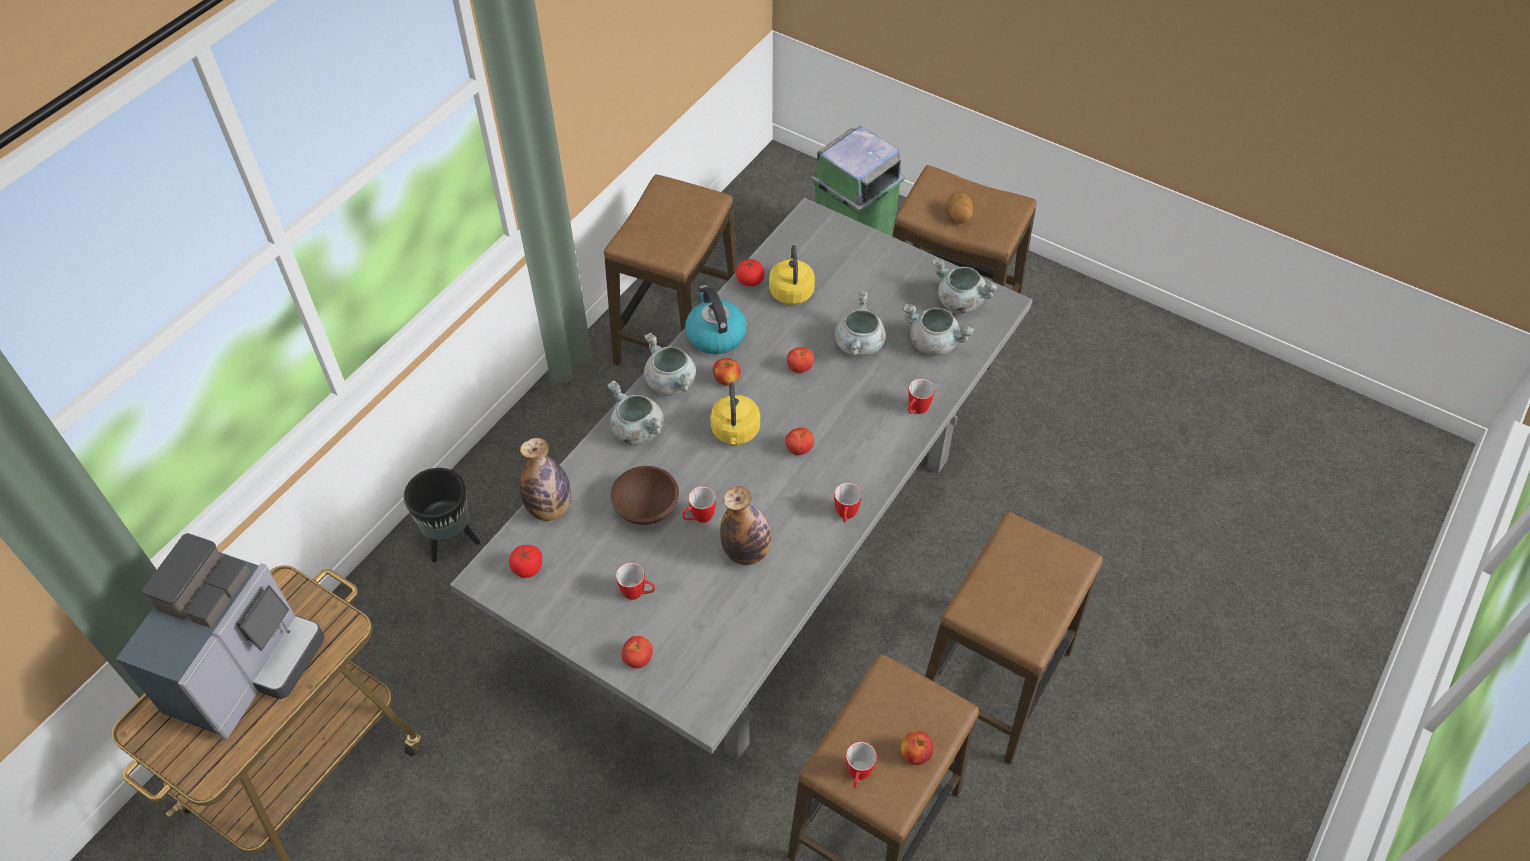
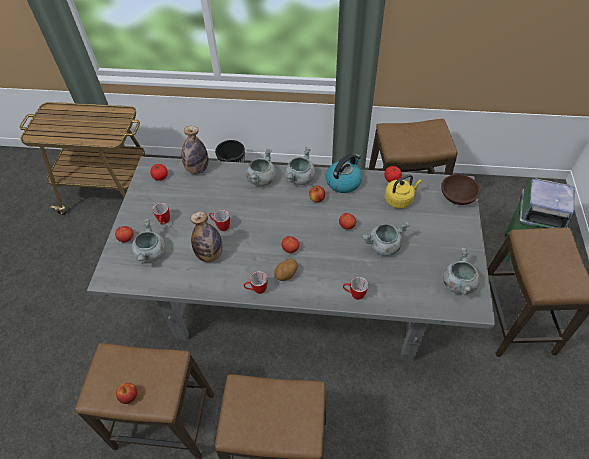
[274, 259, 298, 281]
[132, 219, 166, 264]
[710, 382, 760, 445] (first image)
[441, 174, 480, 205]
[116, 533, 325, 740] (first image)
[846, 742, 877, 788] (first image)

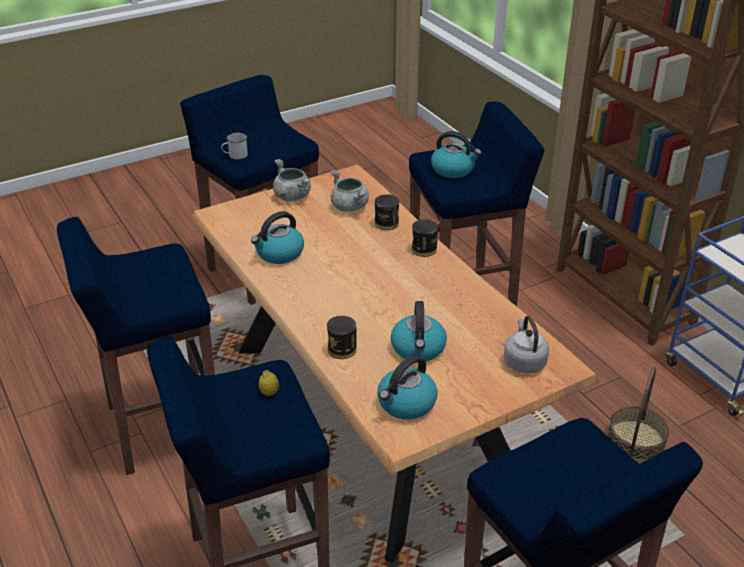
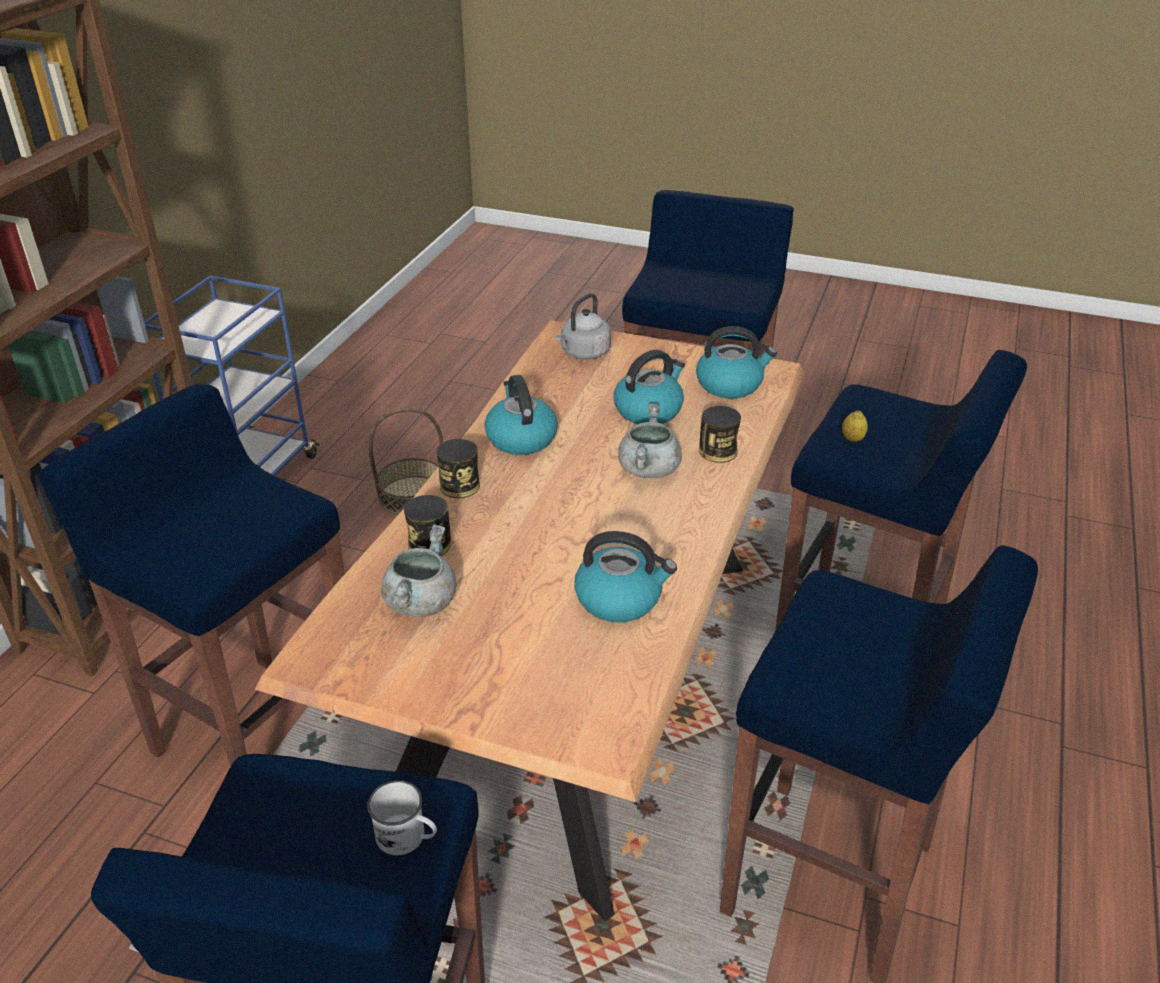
[485, 375, 558, 455]
[618, 403, 682, 478]

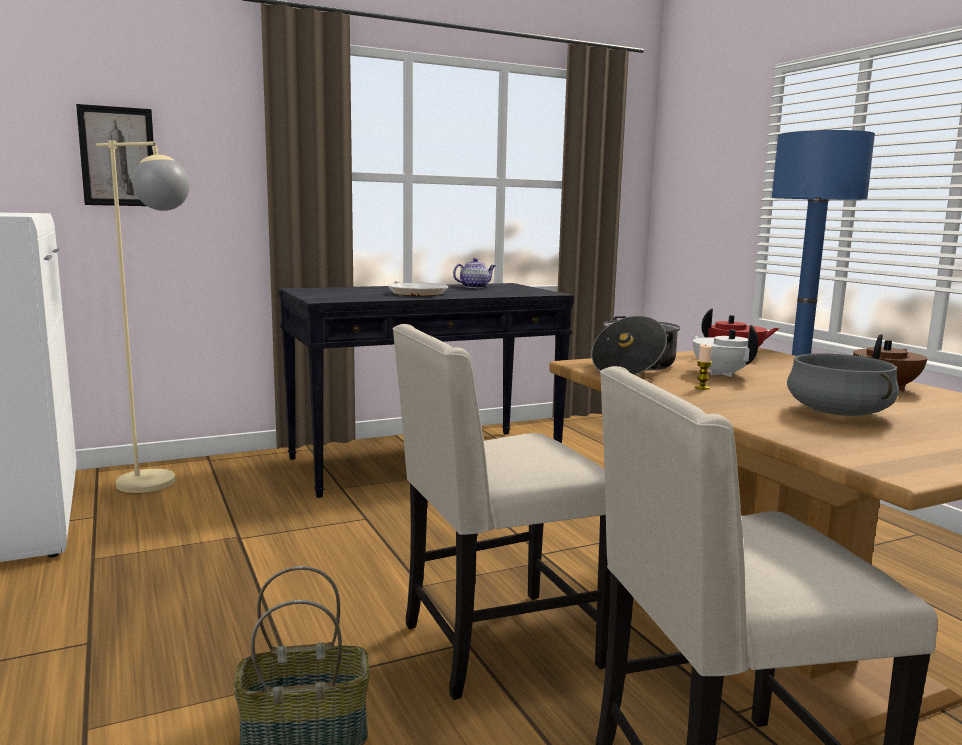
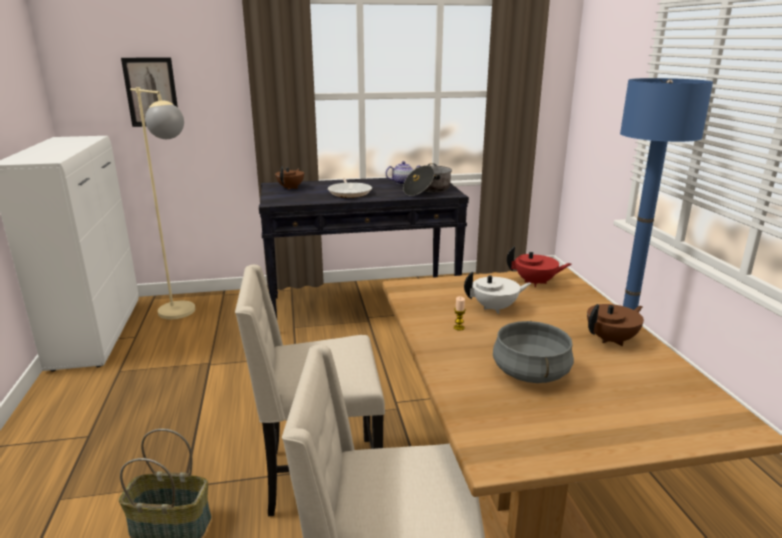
[403, 163, 452, 196]
[464, 271, 531, 314]
[275, 166, 304, 190]

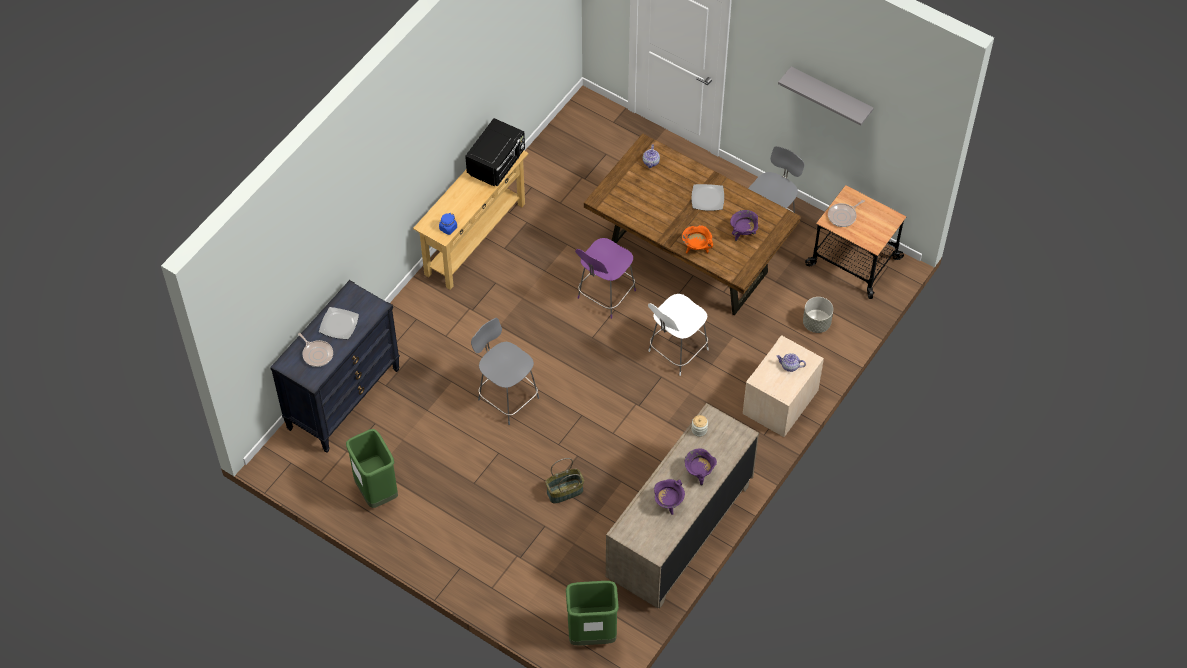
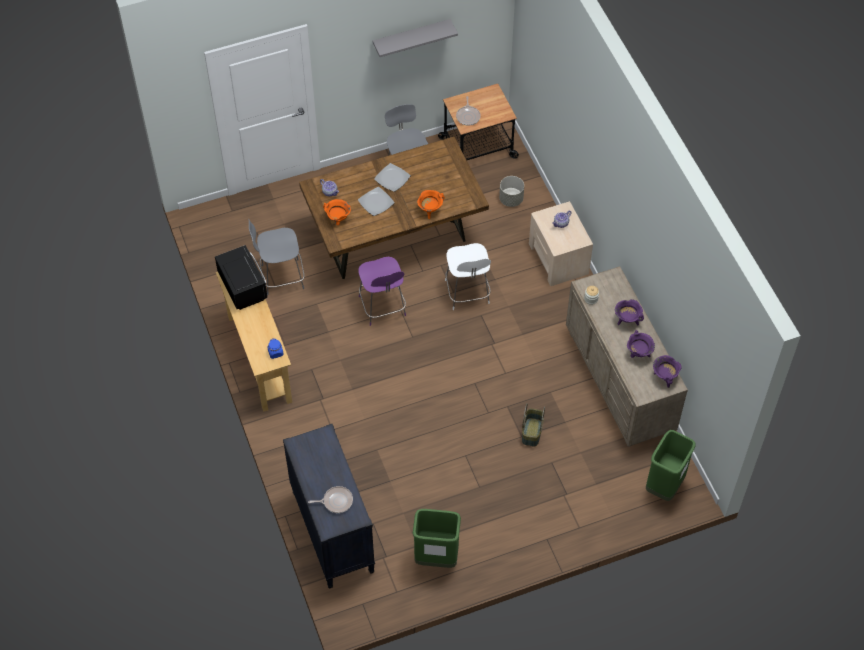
[653, 355, 682, 388]
[358, 187, 395, 216]
[249, 220, 305, 295]
[323, 199, 351, 225]

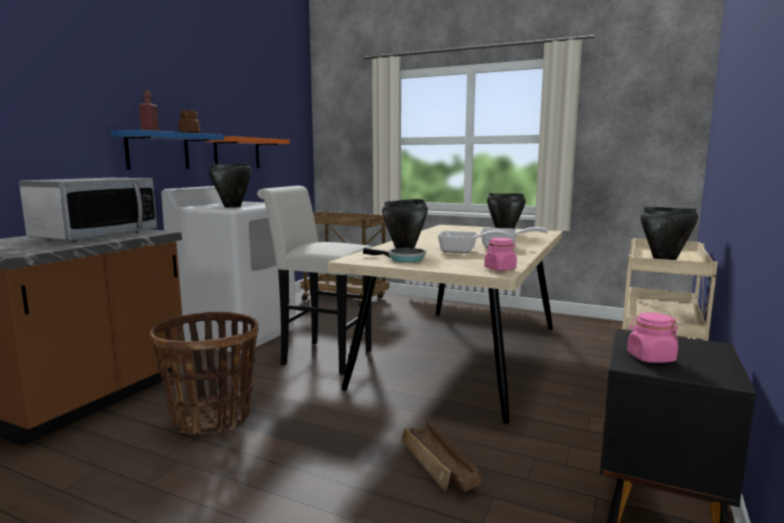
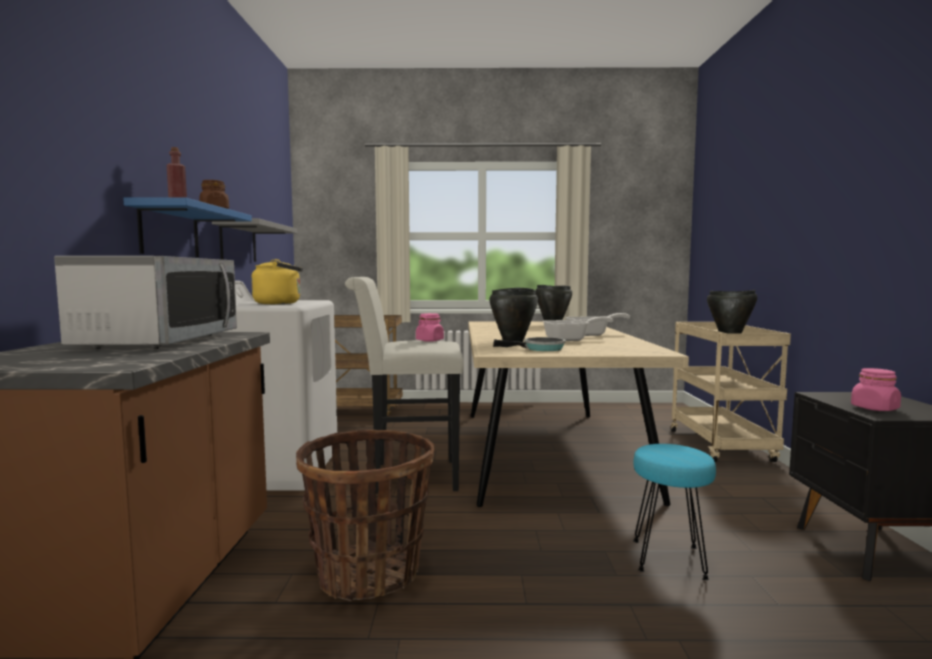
[212, 218, 297, 262]
[251, 259, 303, 304]
[416, 313, 444, 342]
[633, 444, 716, 580]

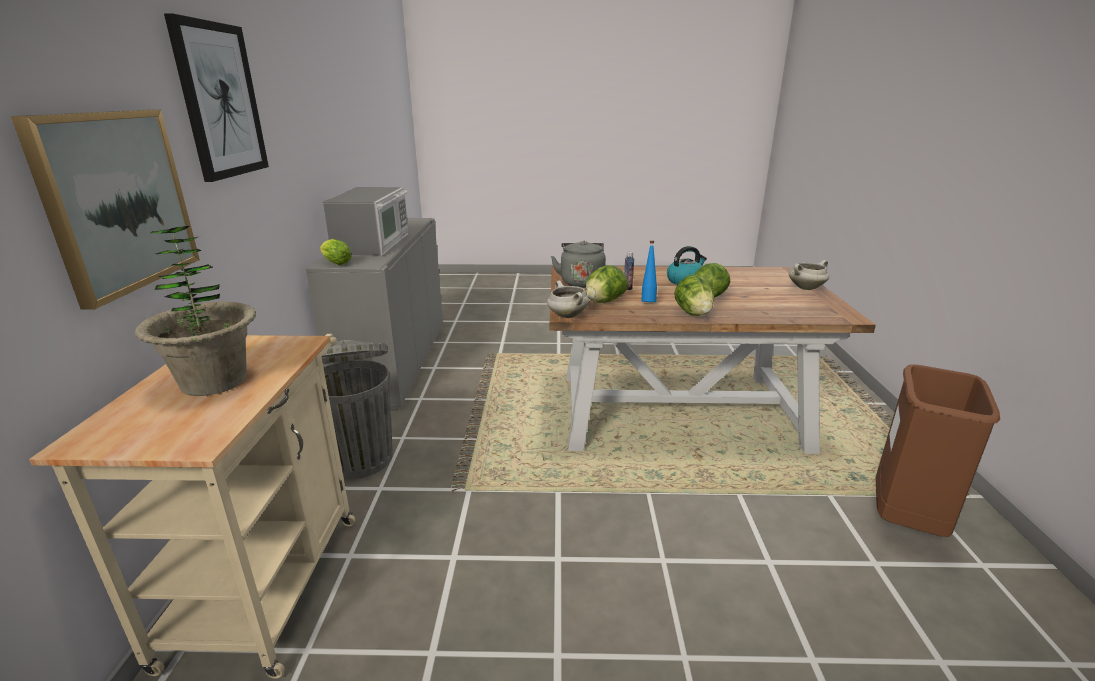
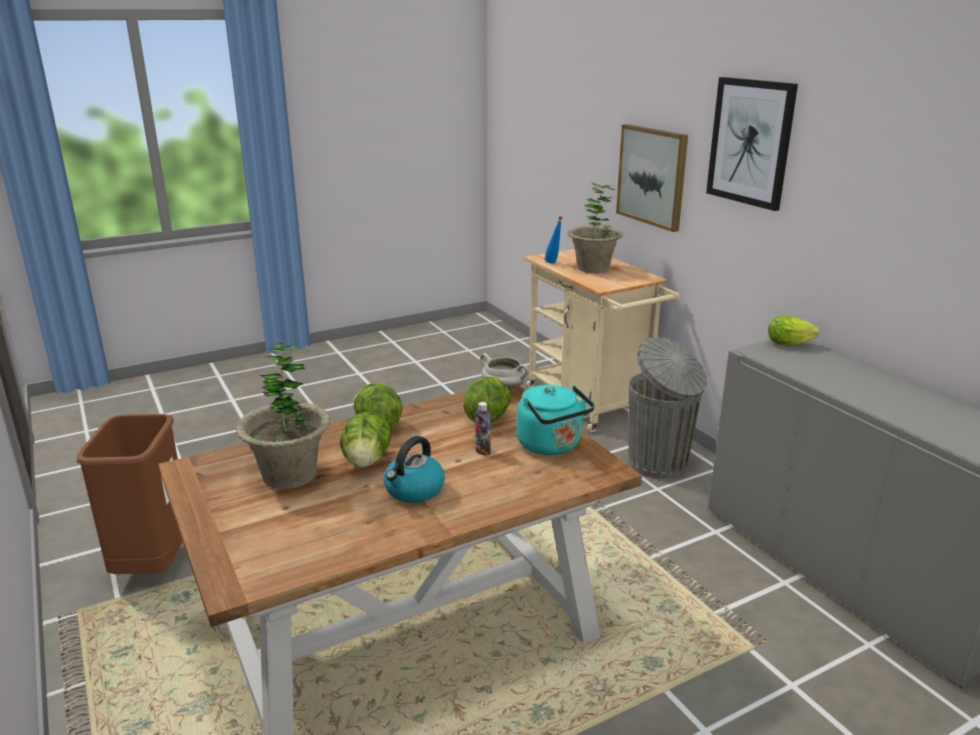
[323, 187, 408, 255] (first image)
[516, 385, 595, 455]
[544, 216, 563, 263]
[789, 260, 829, 290] (first image)
[236, 343, 330, 489]

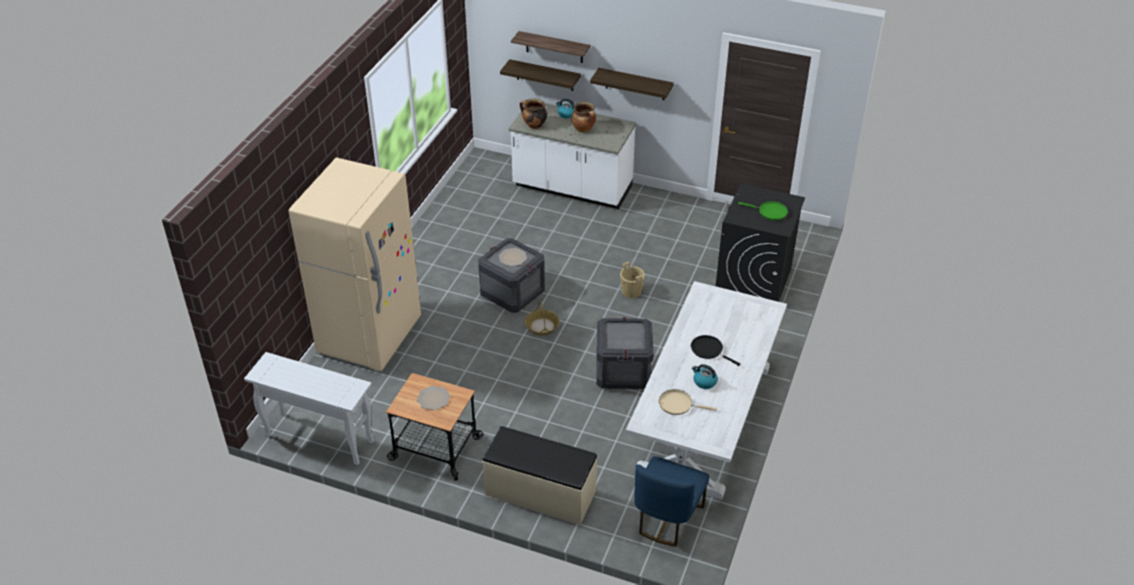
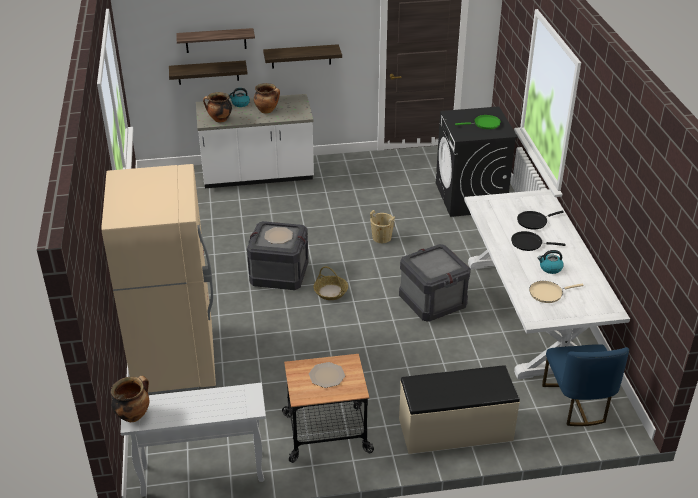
[517, 211, 564, 229]
[111, 376, 149, 422]

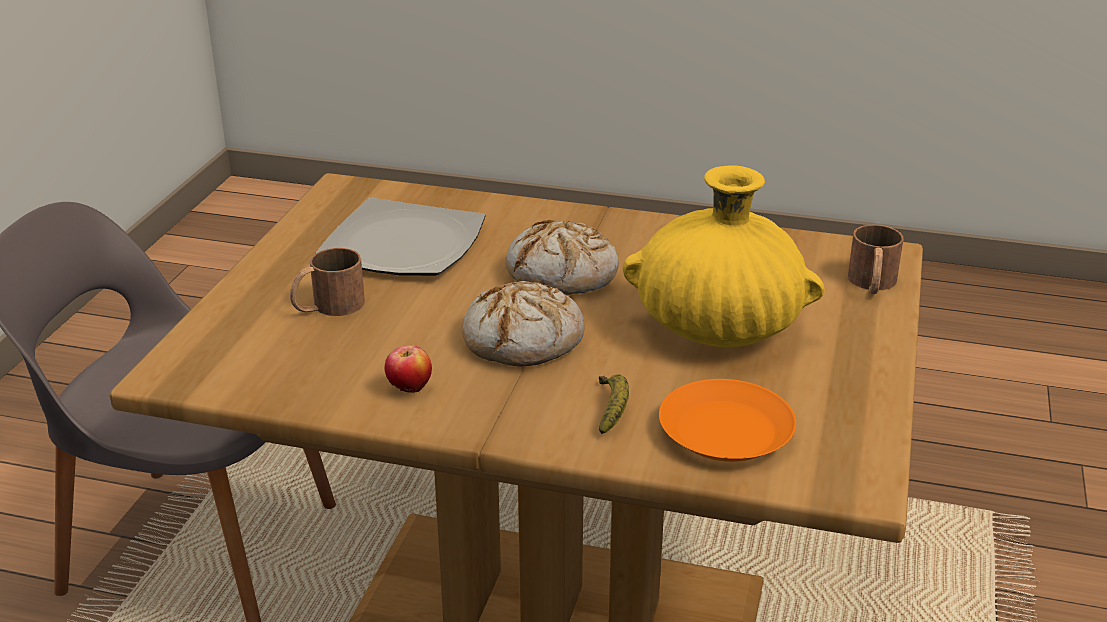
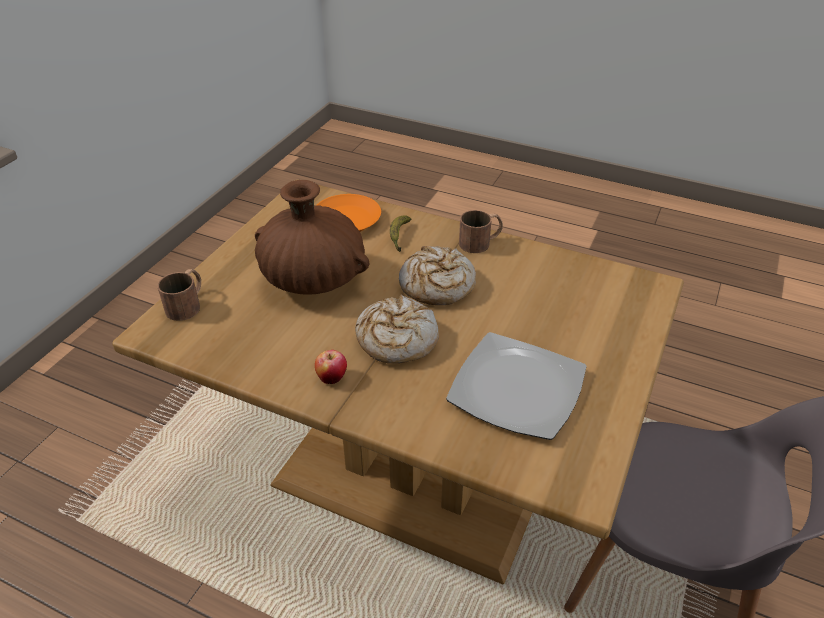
[255, 180, 370, 295]
[459, 210, 503, 253]
[315, 350, 347, 384]

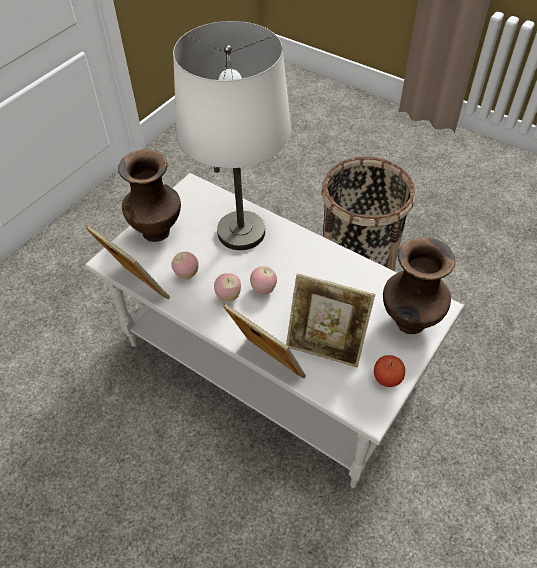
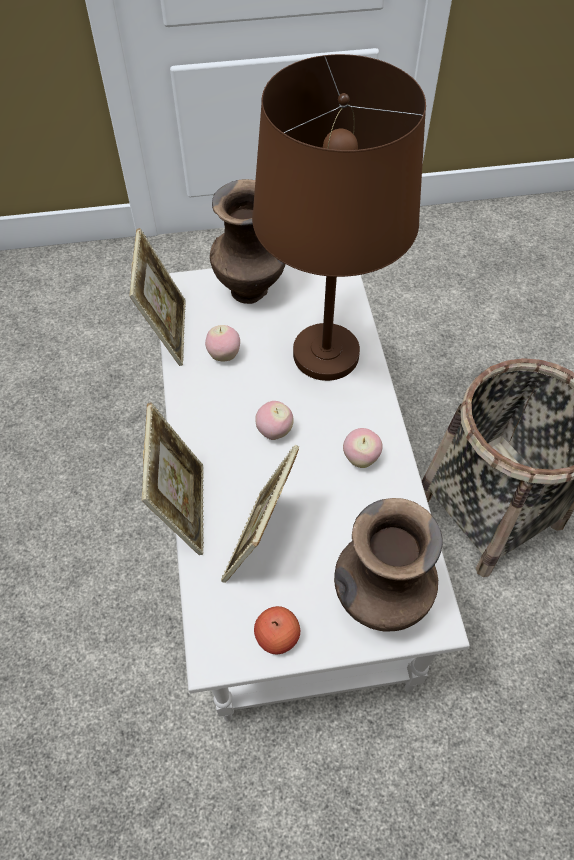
[252, 54, 426, 381]
[343, 428, 383, 468]
[221, 444, 299, 583]

